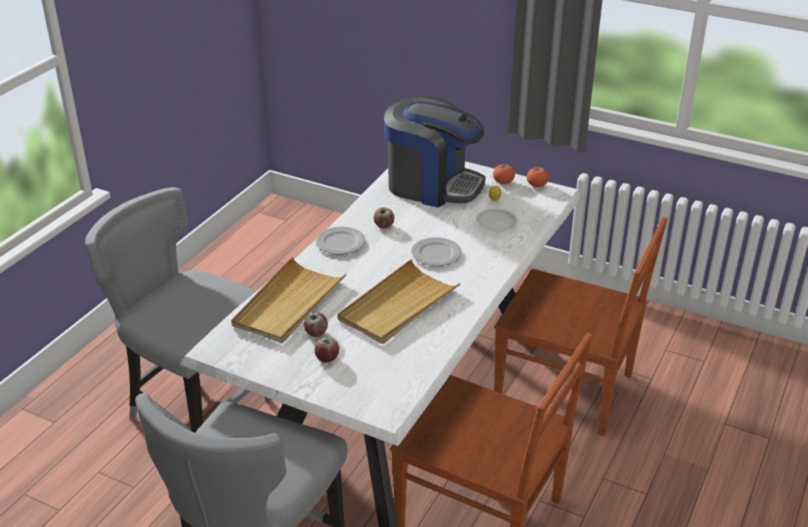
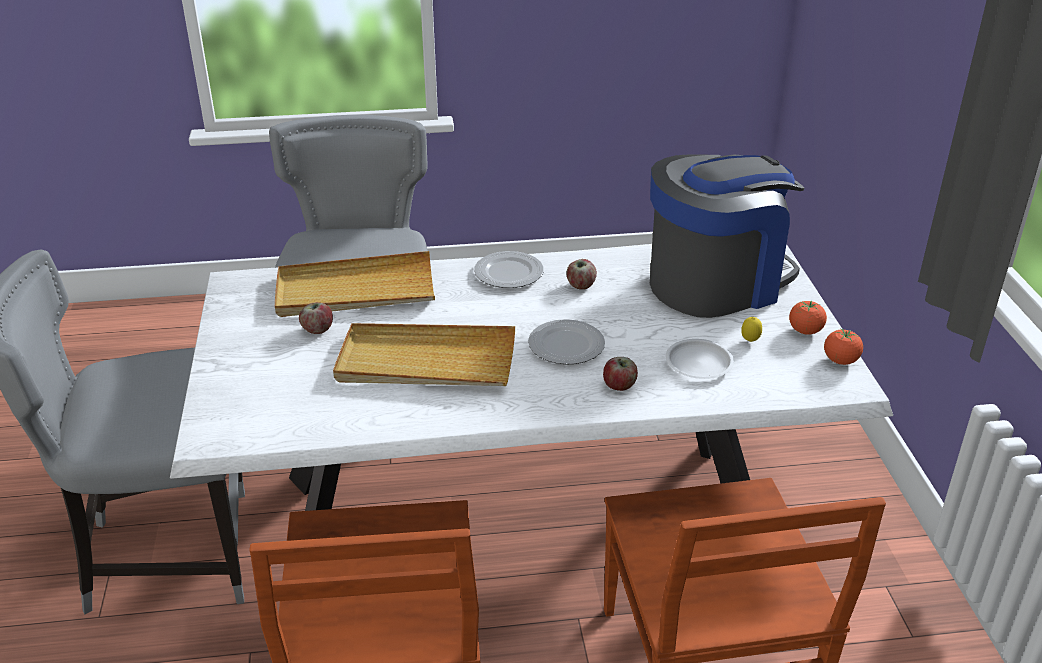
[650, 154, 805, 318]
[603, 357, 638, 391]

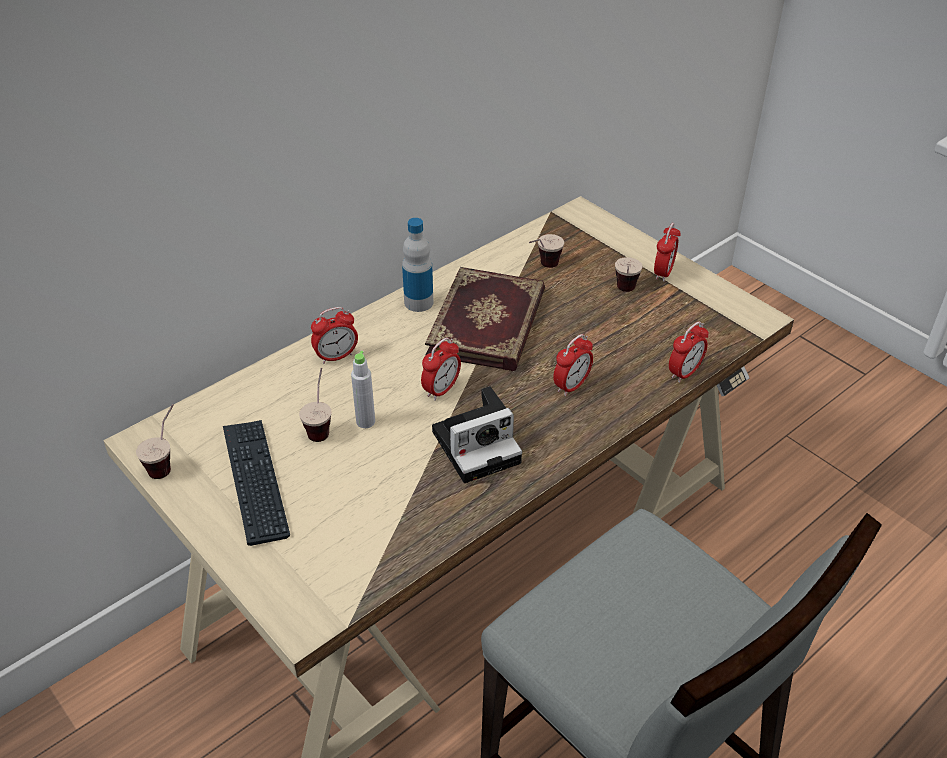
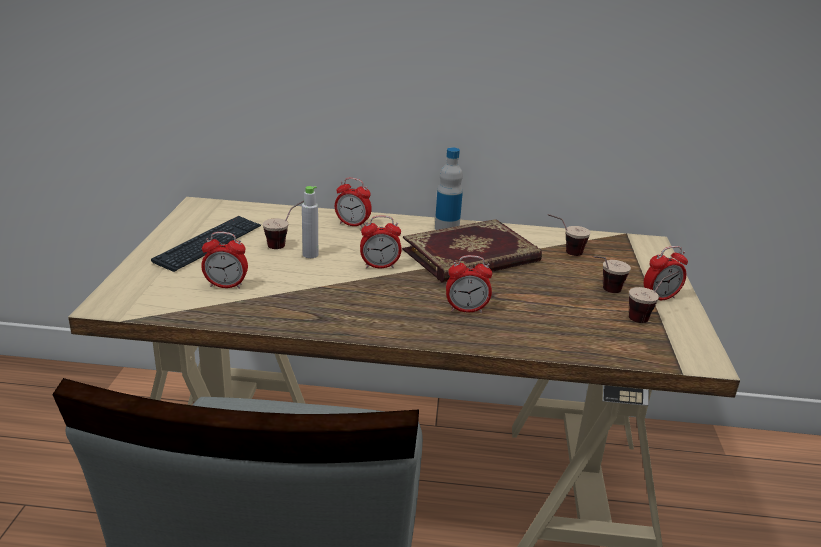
[201, 232, 248, 289]
[432, 386, 522, 483] (first image)
[629, 271, 679, 323]

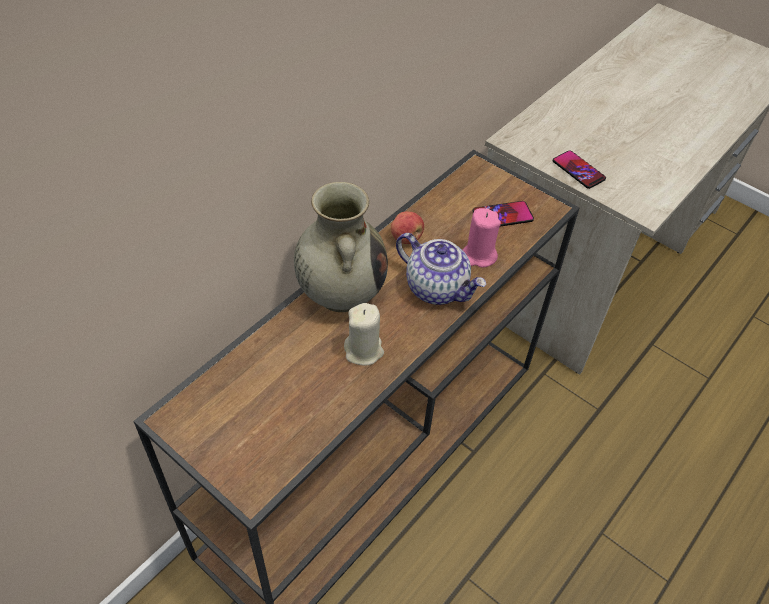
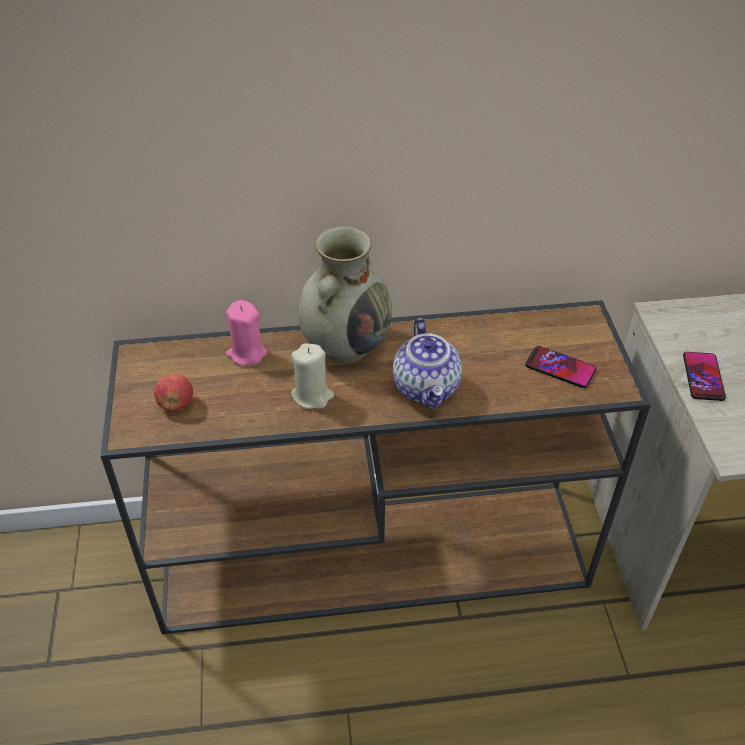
[226, 300, 267, 366]
[154, 374, 193, 411]

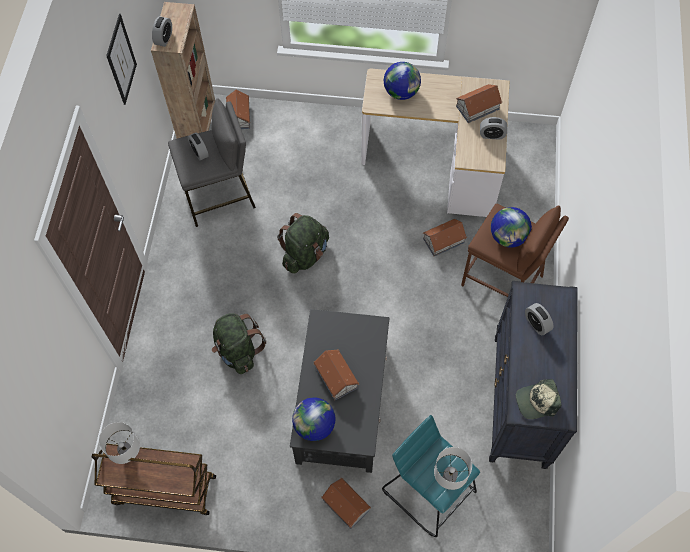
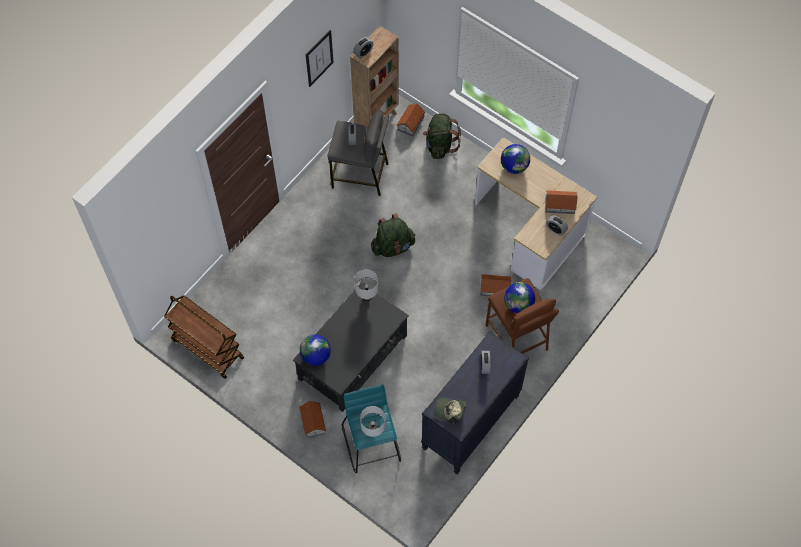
[423, 113, 461, 159]
[314, 349, 359, 401] (first image)
[354, 269, 378, 301]

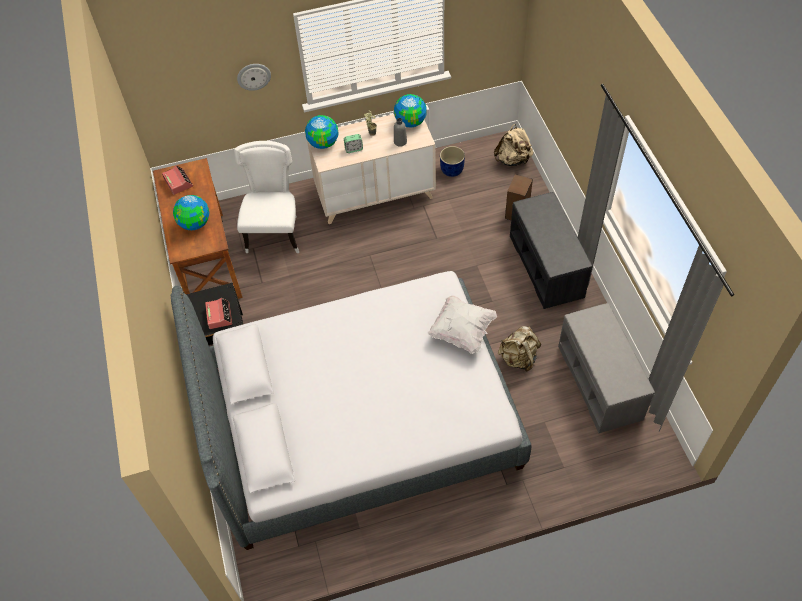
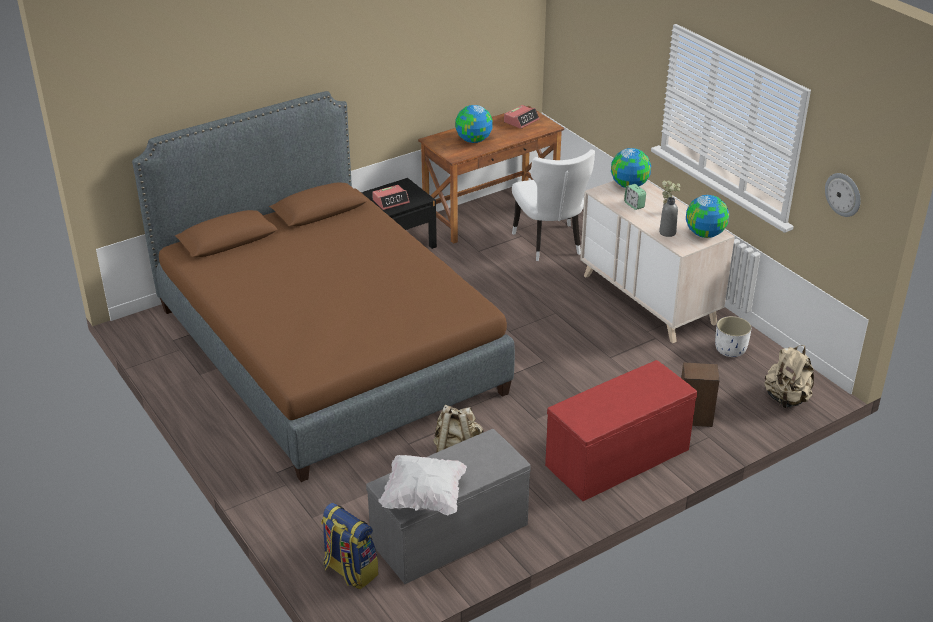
[825, 173, 861, 217]
[512, 149, 595, 261]
[715, 316, 752, 357]
[545, 360, 697, 501]
[132, 91, 515, 482]
[378, 455, 467, 516]
[321, 503, 379, 589]

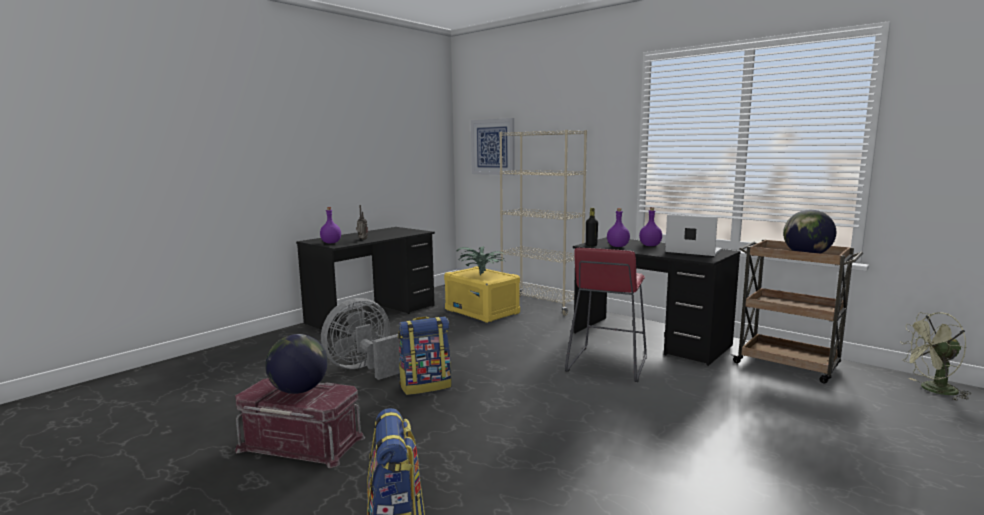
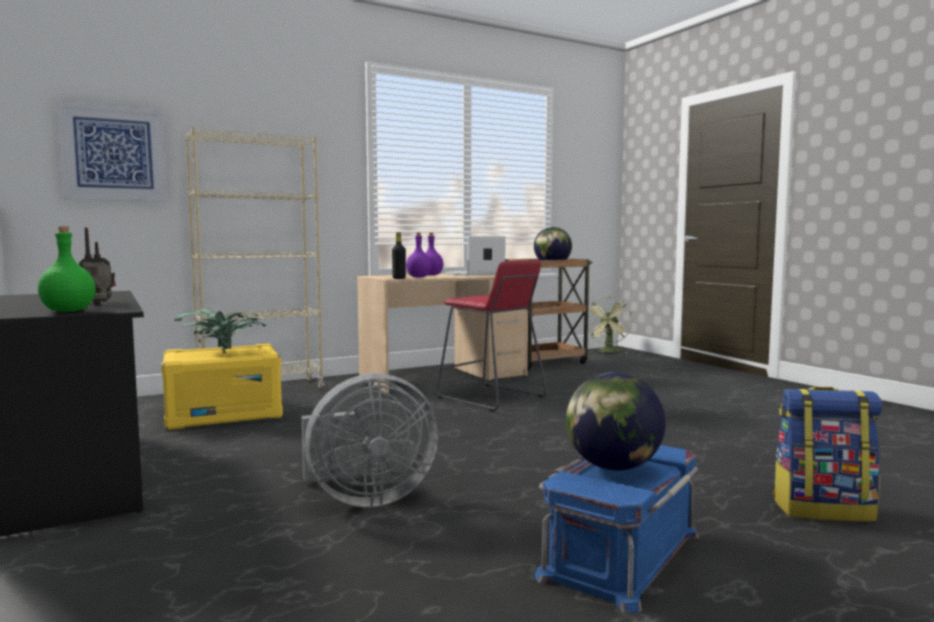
[38, 226, 96, 312]
[357, 274, 528, 393]
[302, 373, 439, 507]
[398, 316, 451, 395] (first image)
[534, 445, 699, 613]

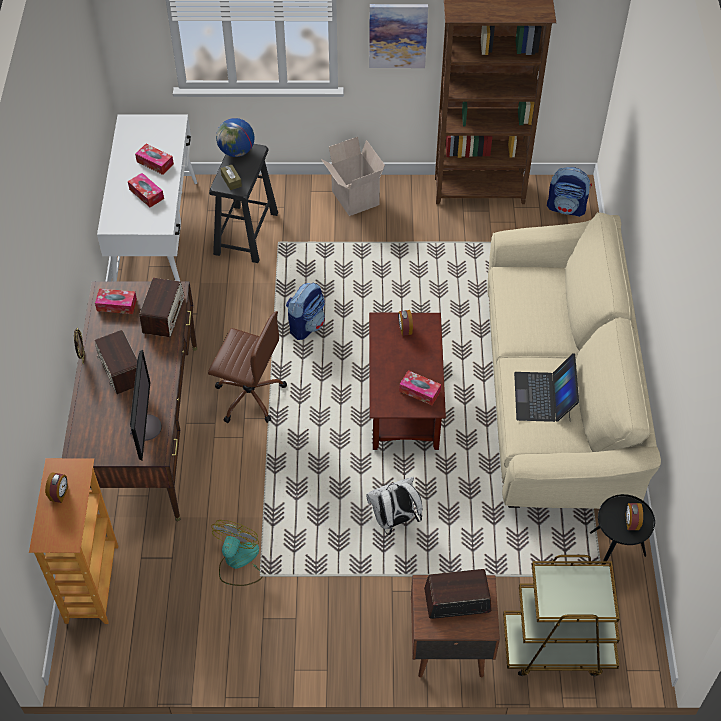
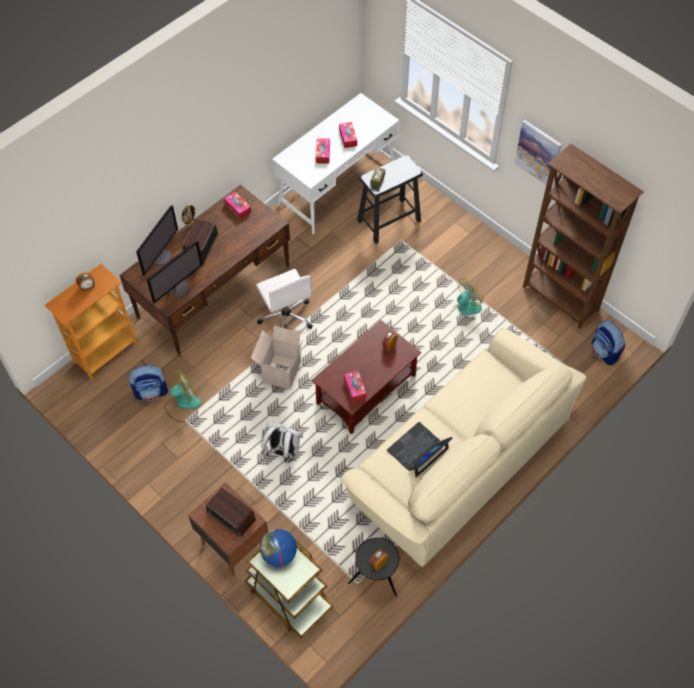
[260, 529, 297, 567]
[251, 326, 304, 389]
[140, 278, 184, 337] (first image)
[129, 365, 168, 401]
[256, 269, 313, 329]
[136, 205, 178, 275]
[449, 278, 483, 320]

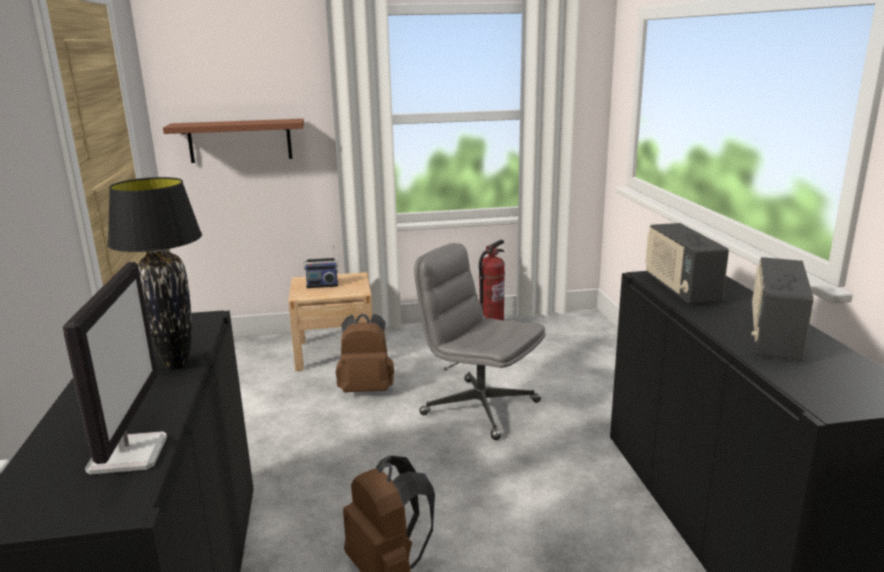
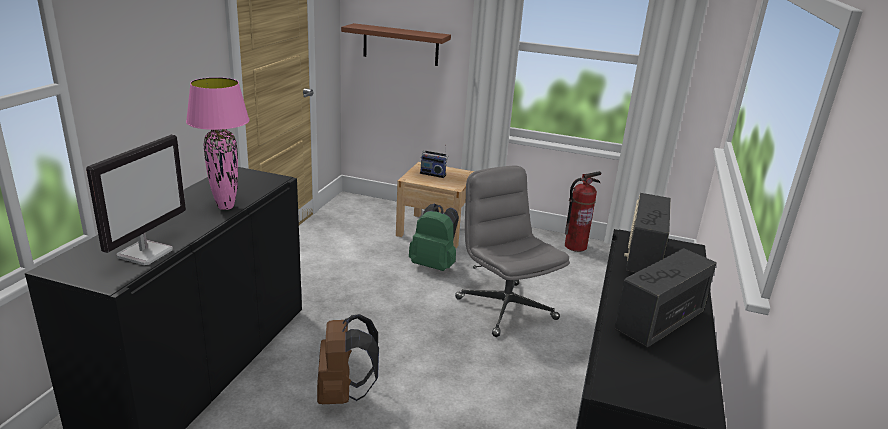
[186, 77, 249, 210]
[409, 204, 459, 271]

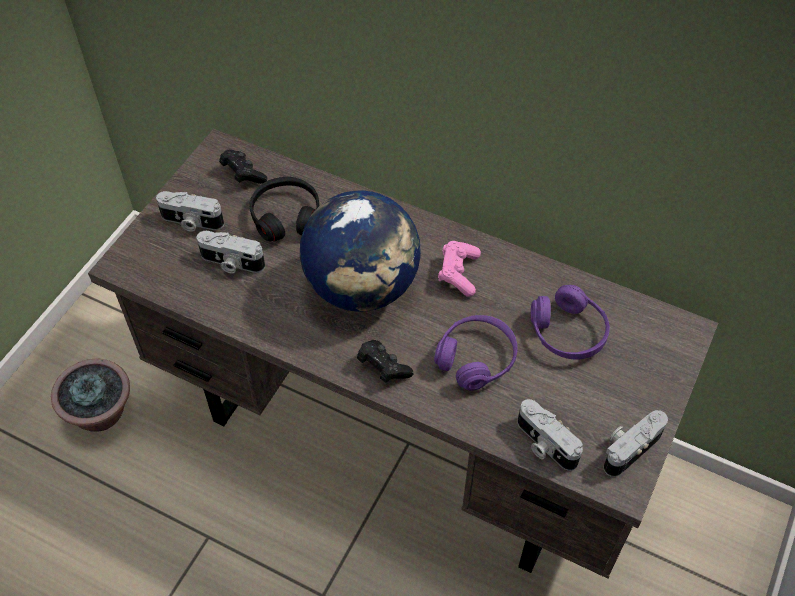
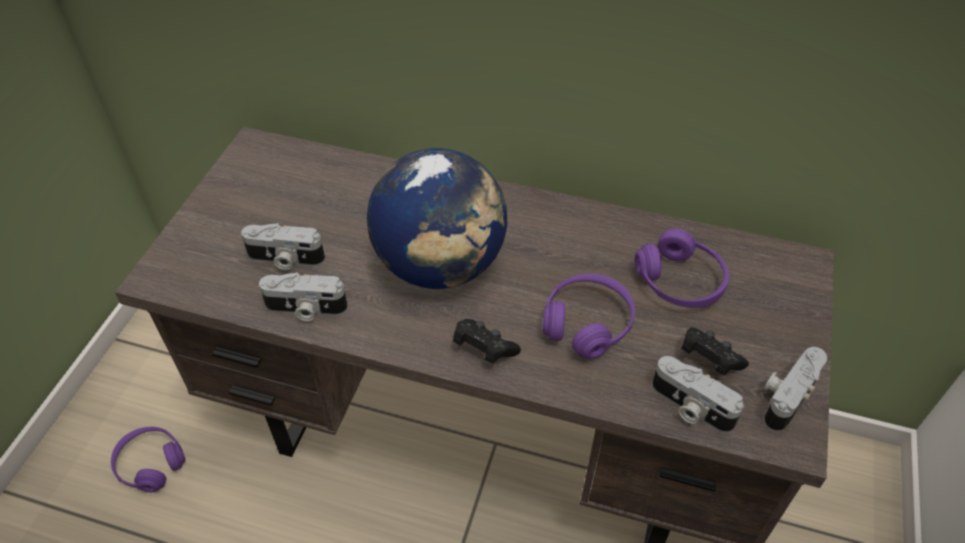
[681, 327, 749, 375]
[250, 177, 319, 242] (first image)
[259, 272, 348, 321]
[438, 241, 481, 297] (first image)
[111, 427, 186, 492]

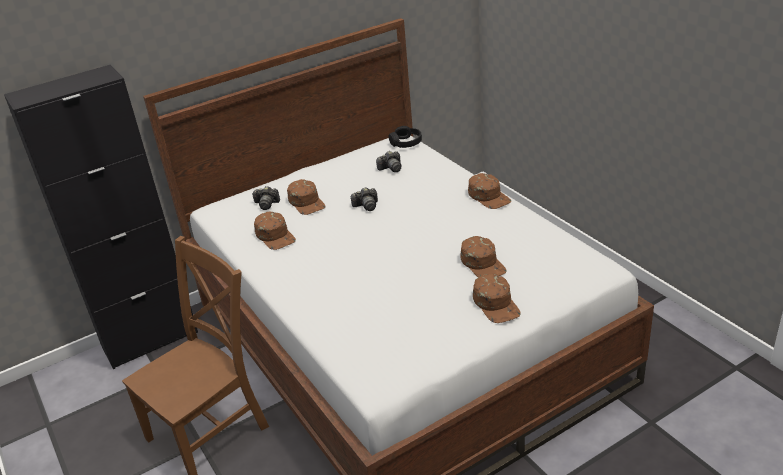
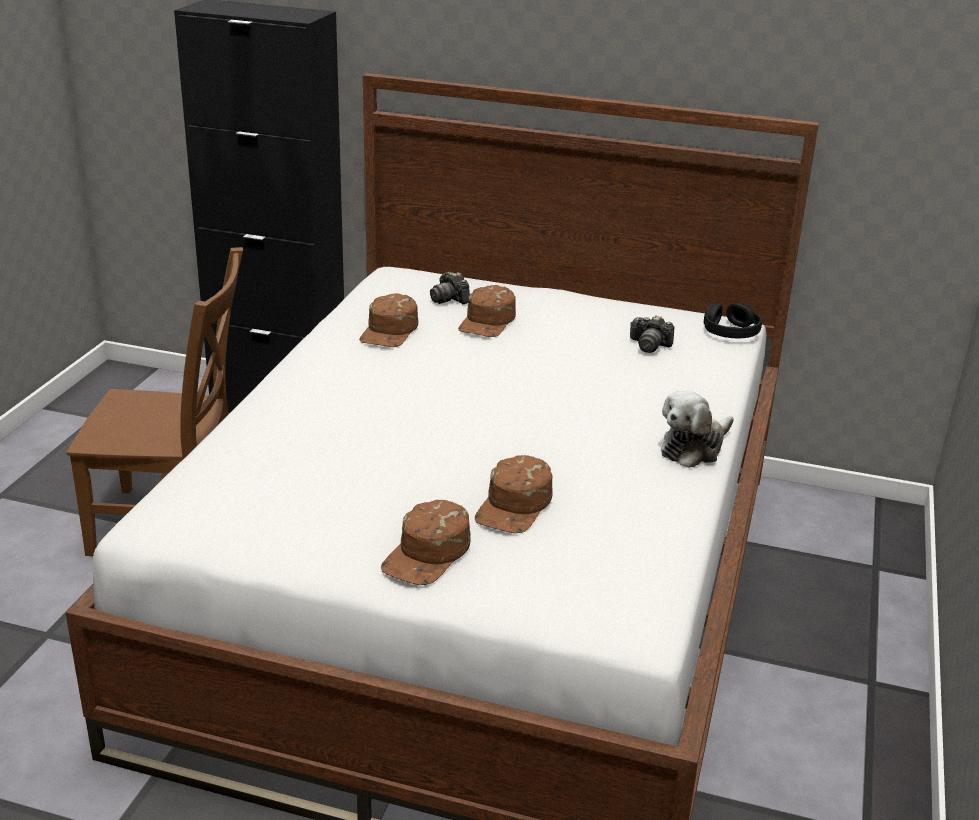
[661, 391, 734, 468]
[350, 187, 378, 211] (first image)

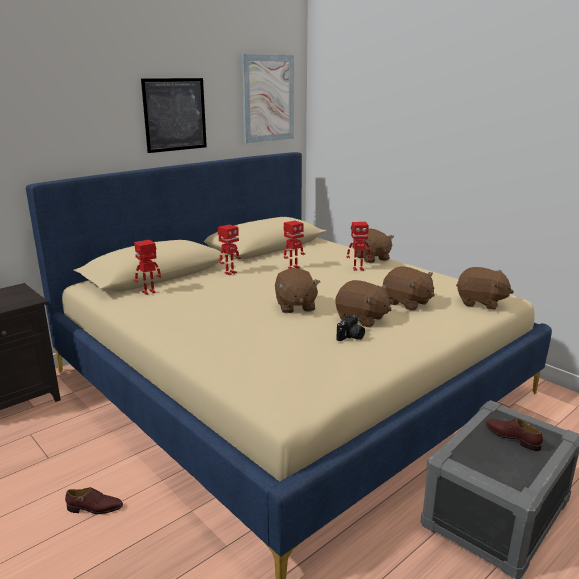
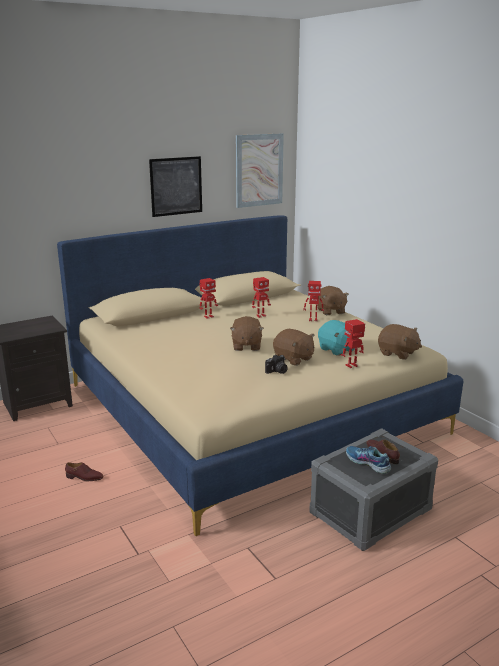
[341, 319, 365, 368]
[318, 320, 355, 356]
[346, 446, 391, 474]

